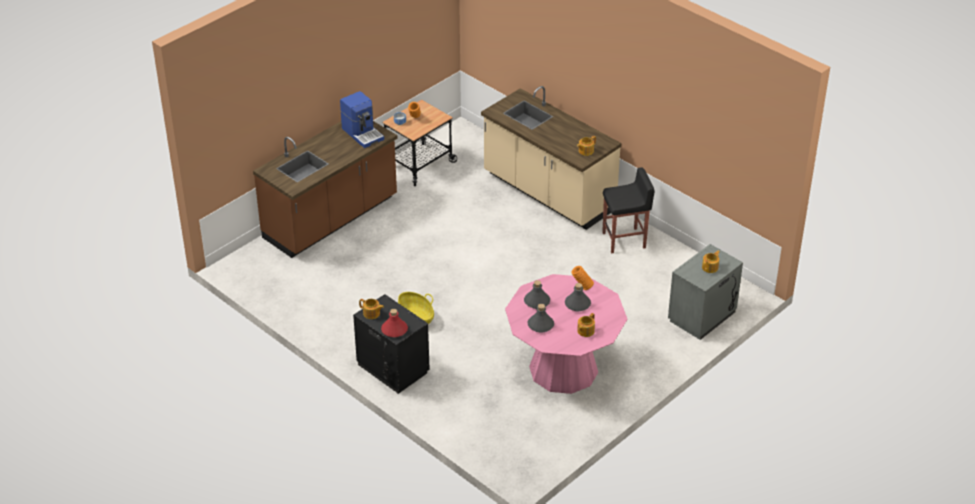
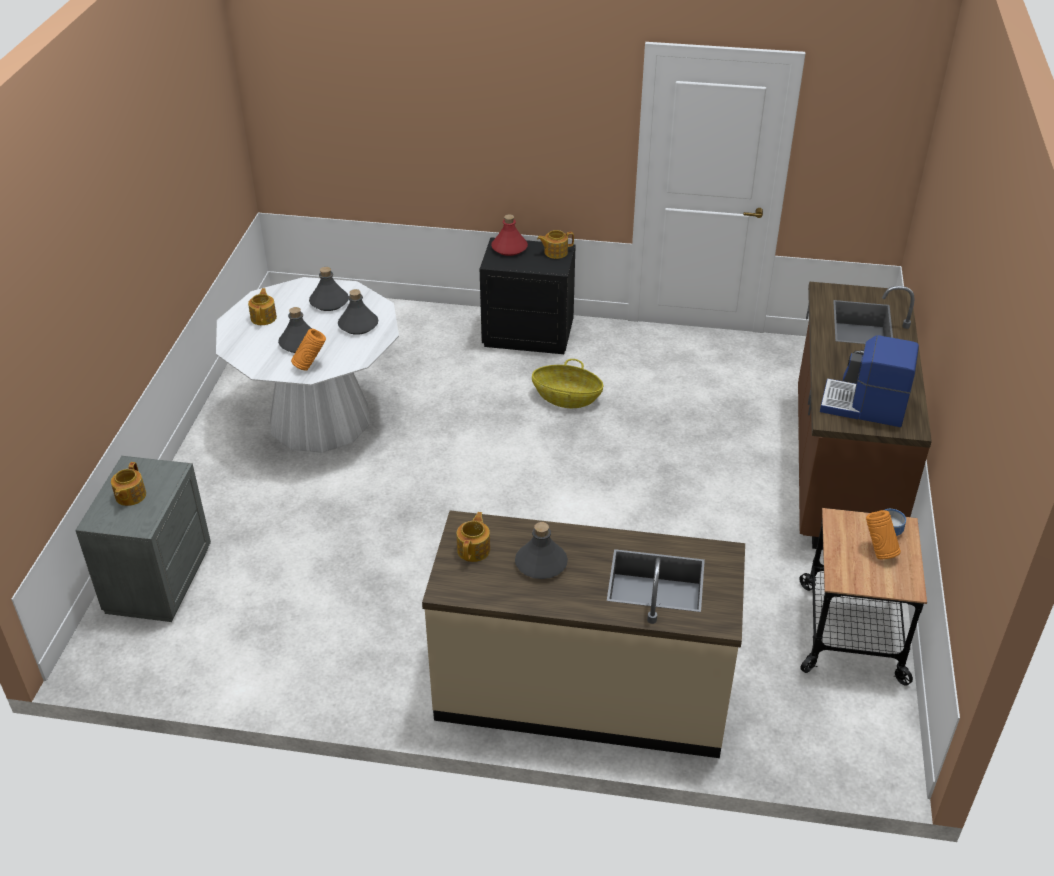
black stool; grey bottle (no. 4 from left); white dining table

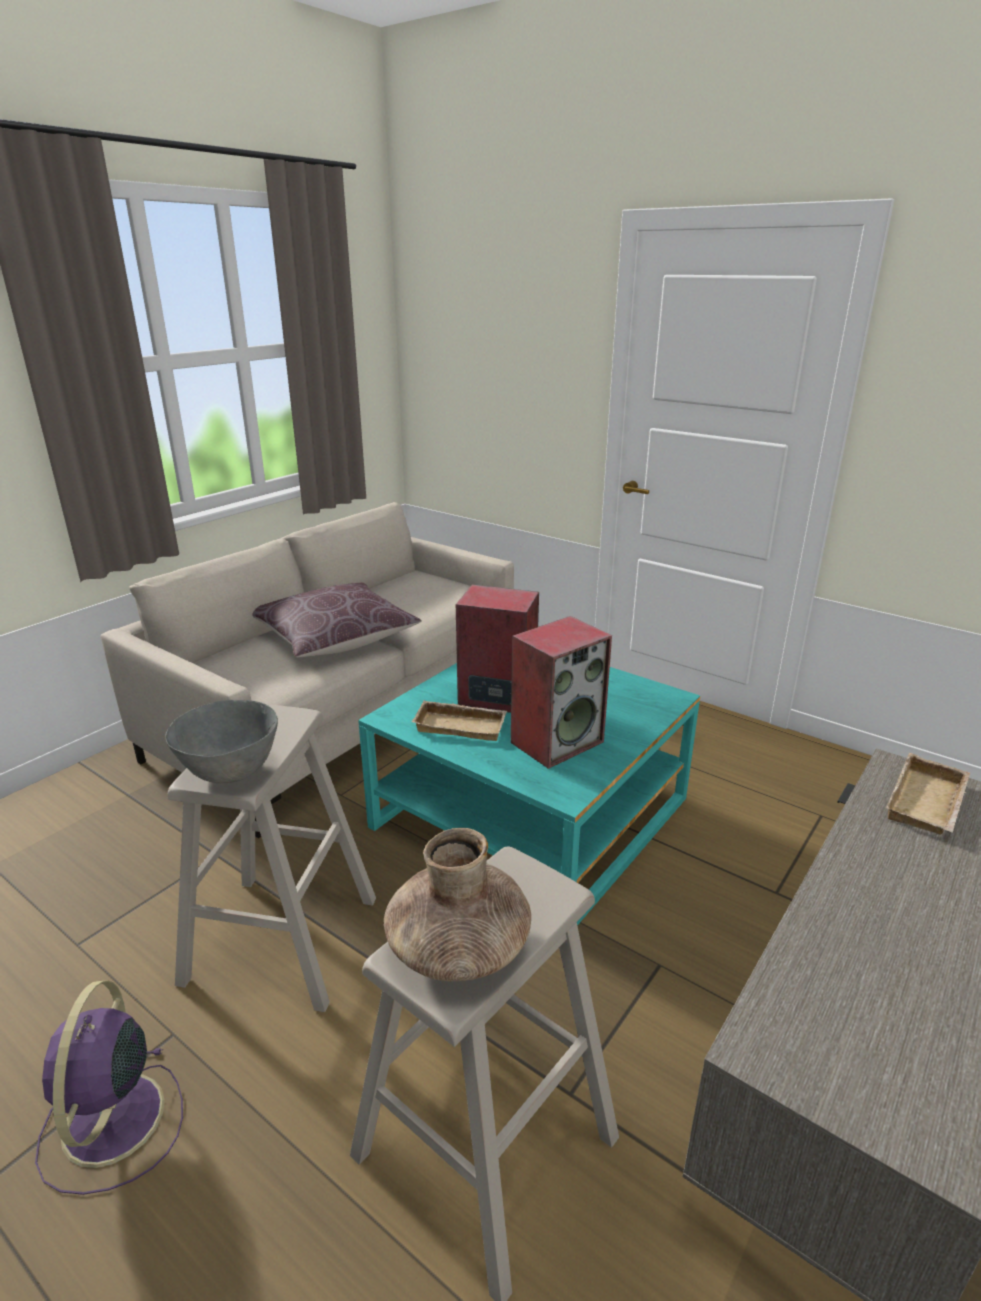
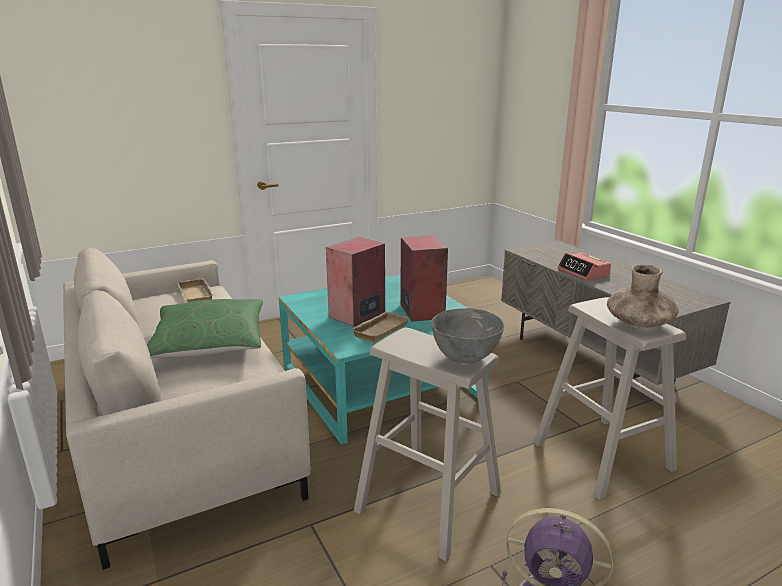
alarm clock; beige tray (no. 1 from left); green pillow

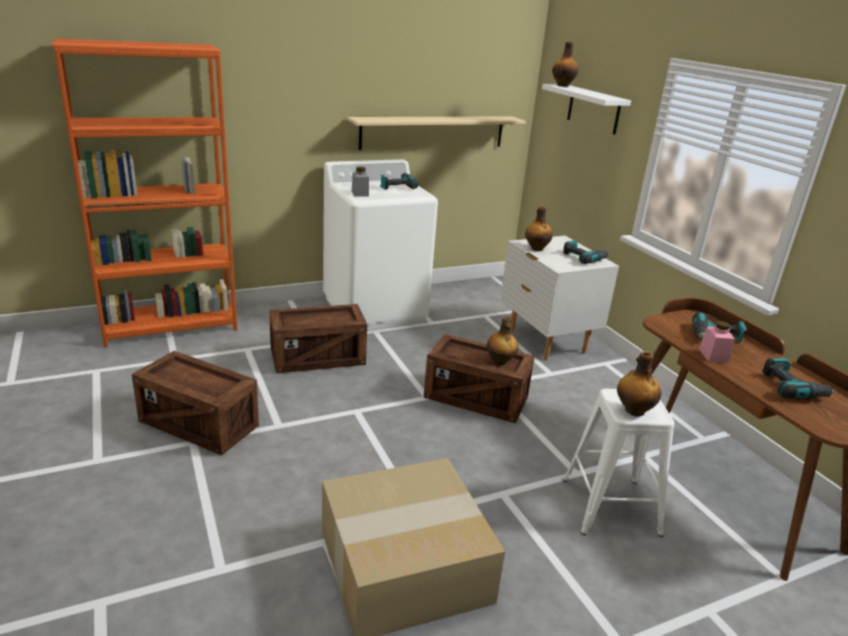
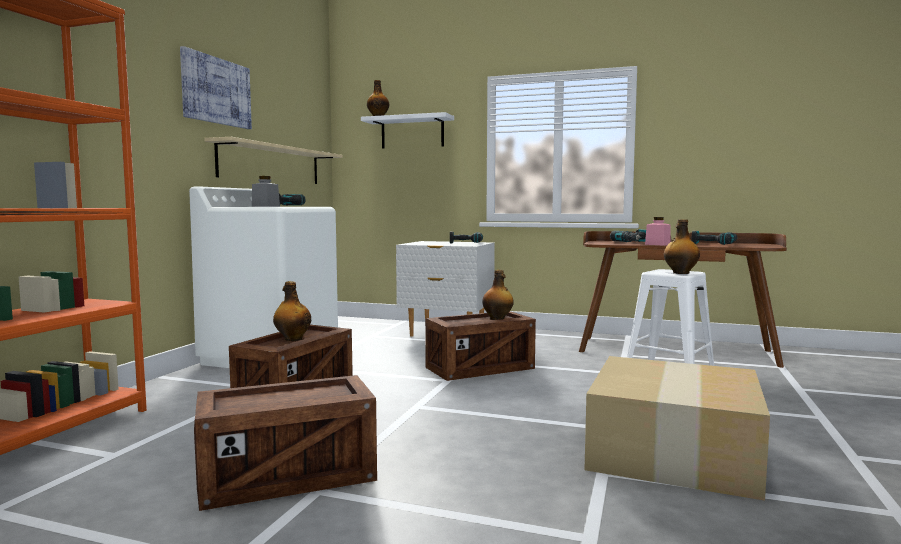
picture; bottle (no. 1 from left)

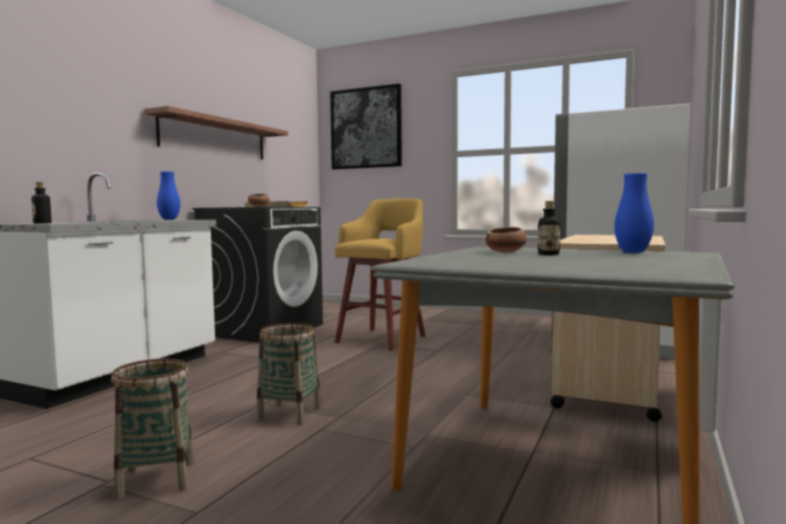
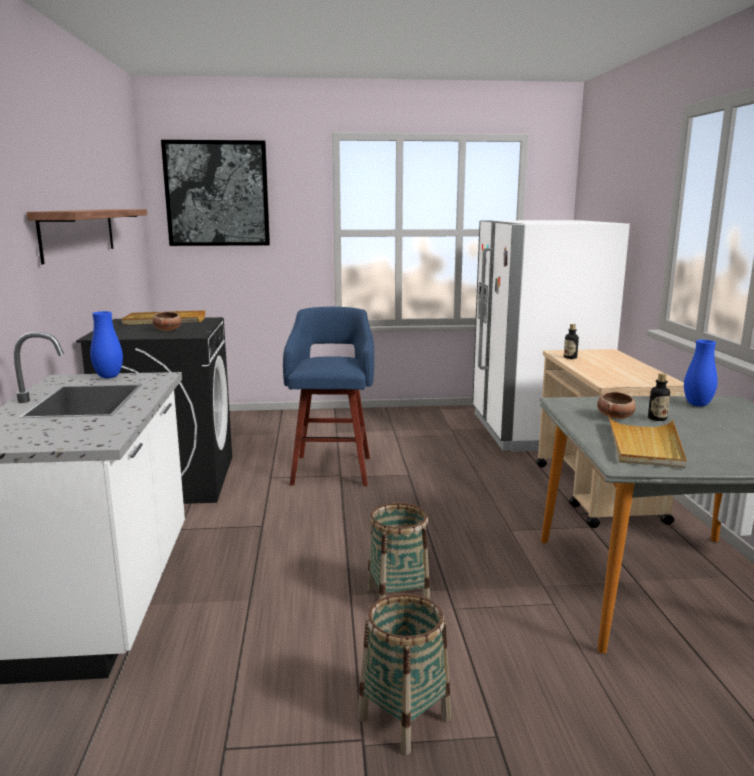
beige tray (no. 2 from left); bottle (no. 1 from left); blue stool

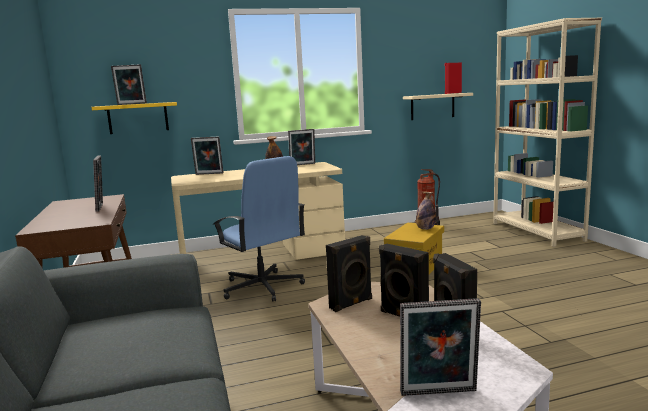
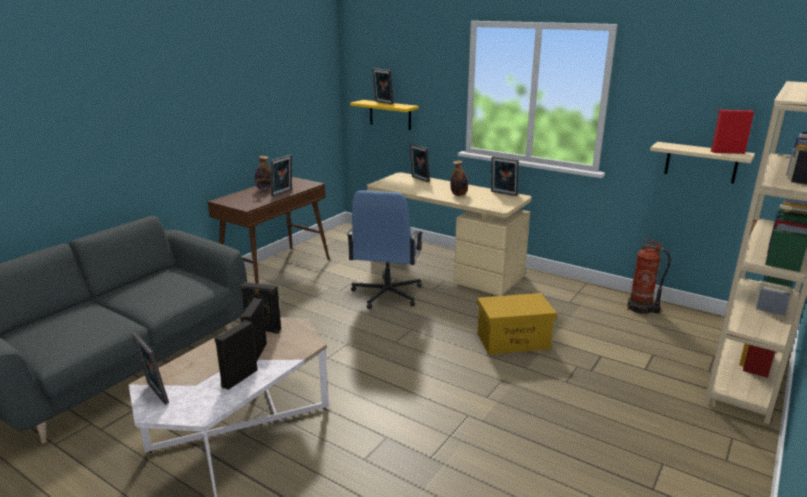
bottle (no. 1 from left)

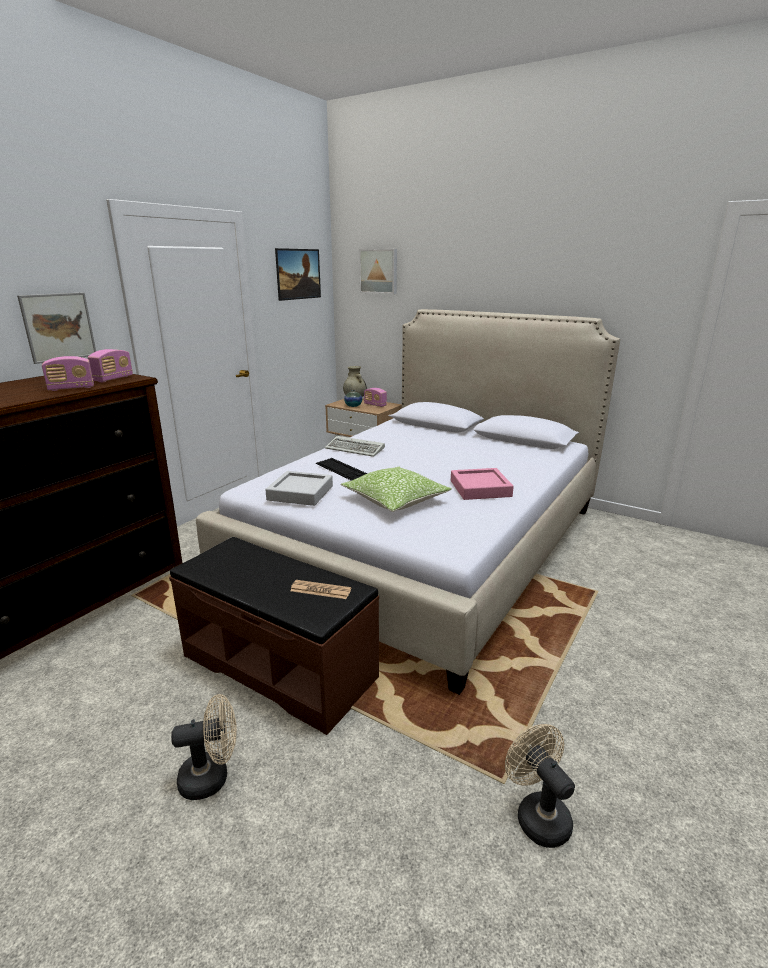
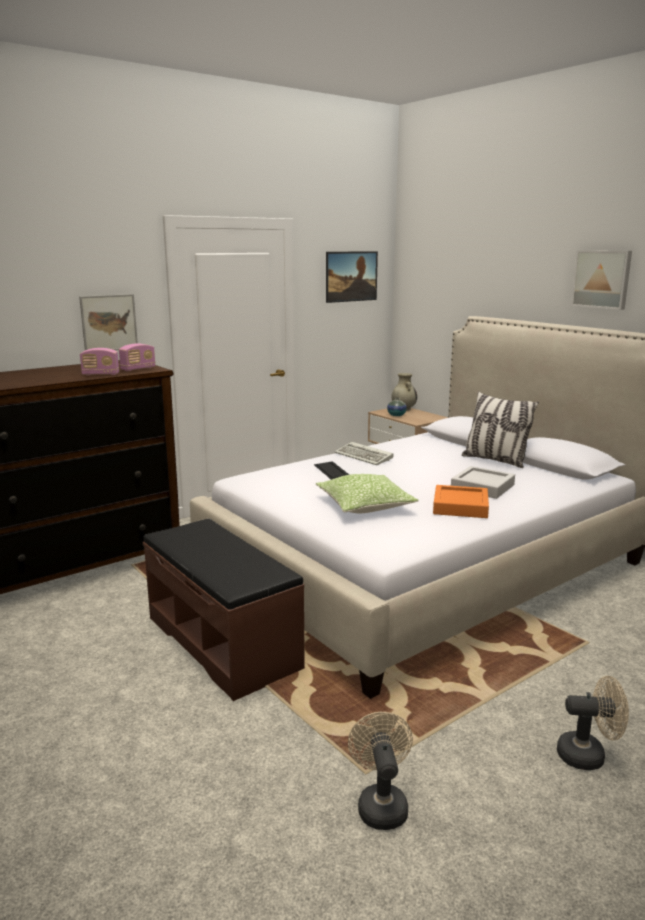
newspaper; radio (no. 3 from left in the first image); pillow (no. 2 from left); beige fan (no. 2 from left); grey tray; picture (no. 3 from left); orange tray

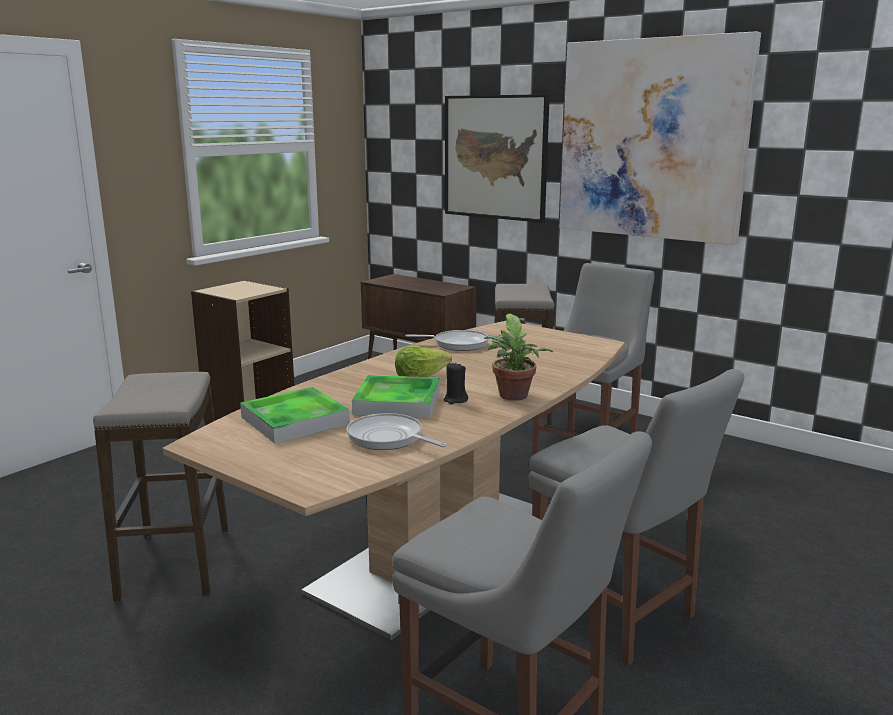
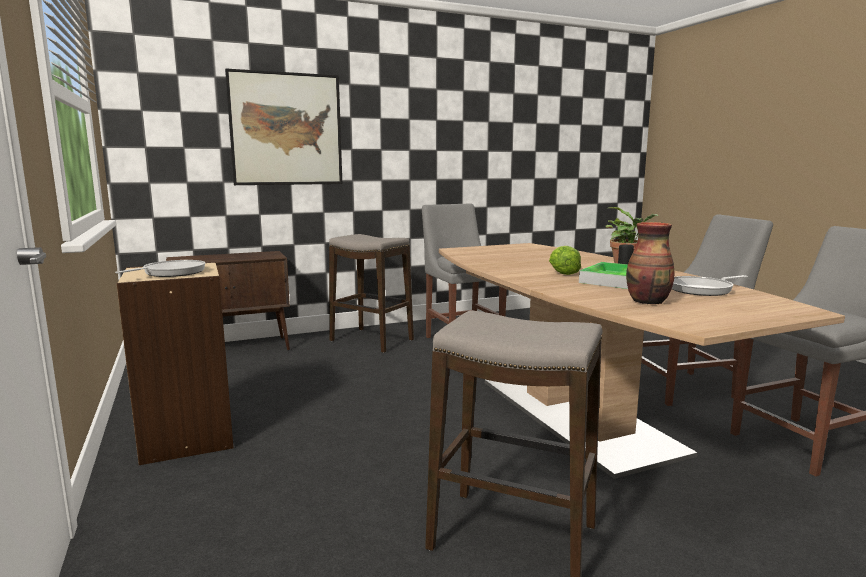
picture (no. 2 from left in the first image); frying pan (no. 1 from left); vase

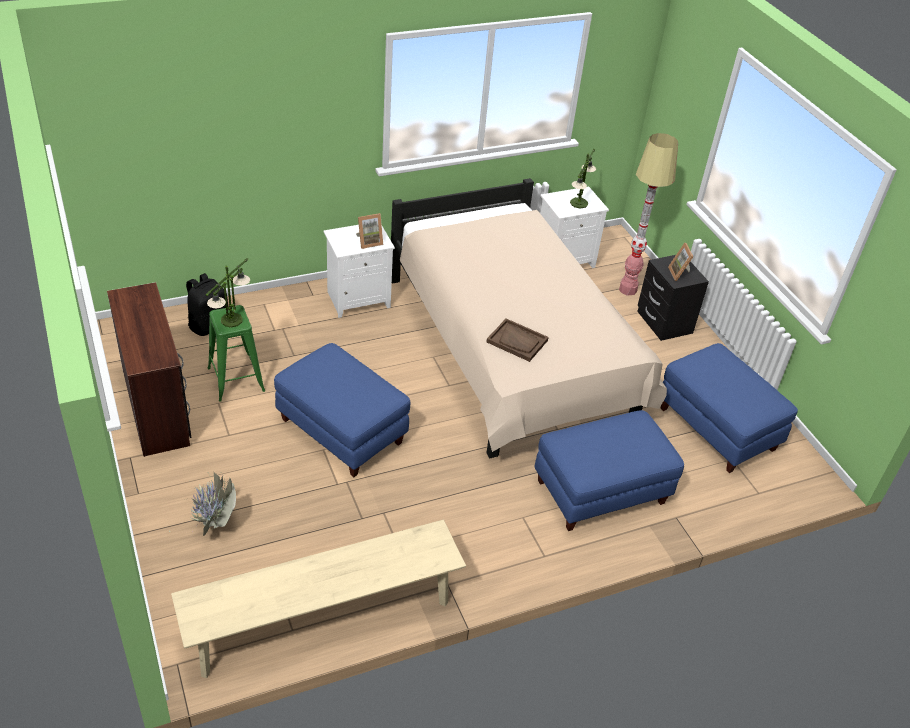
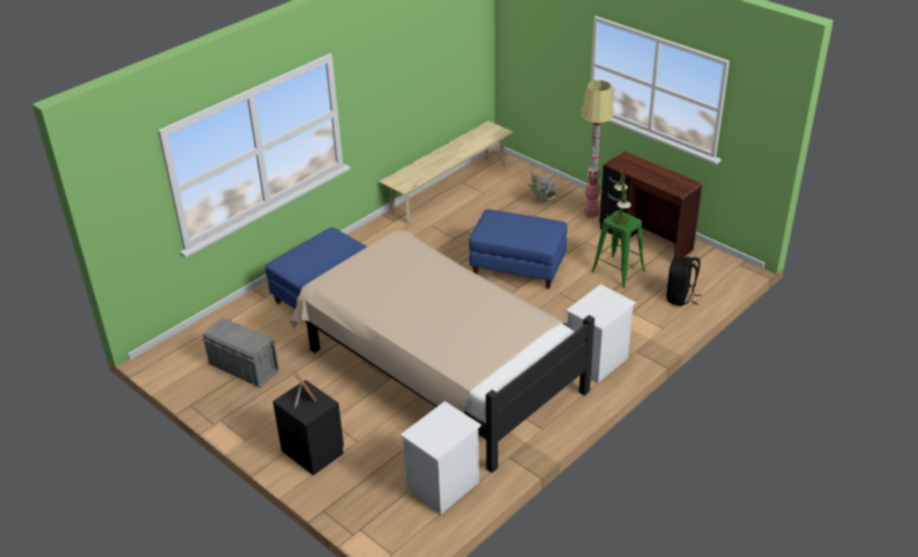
picture frame (no. 1 from left in the first image); brown tray; table lamp (no. 2 from left in the first image); floor lamp; grey storage box

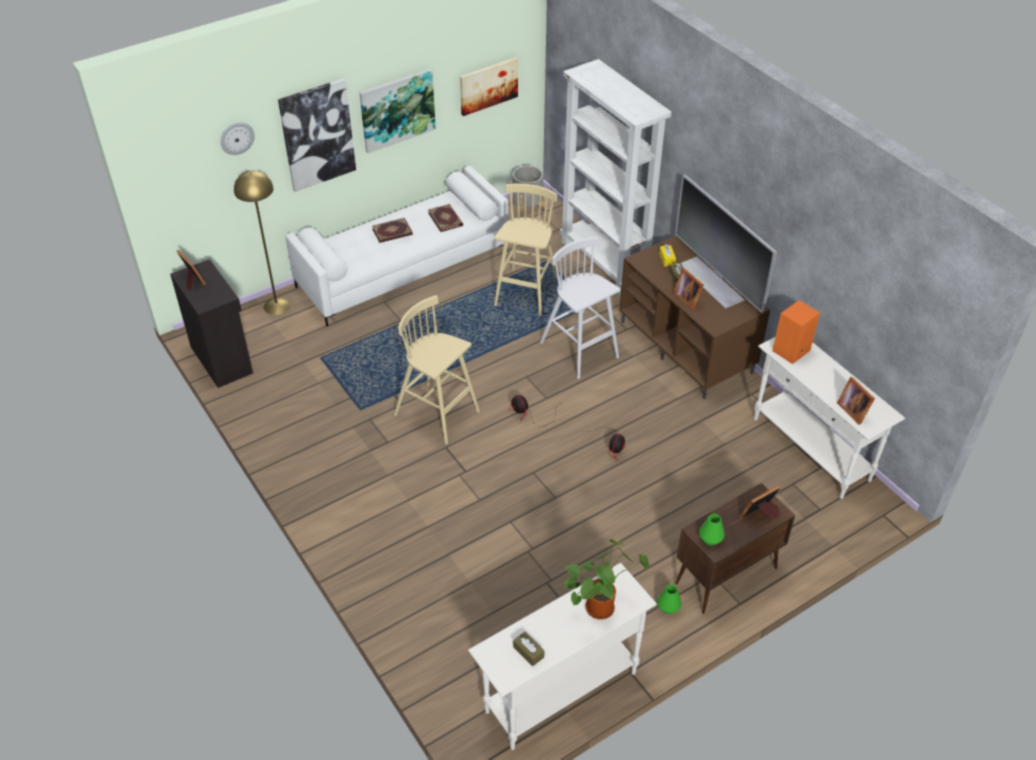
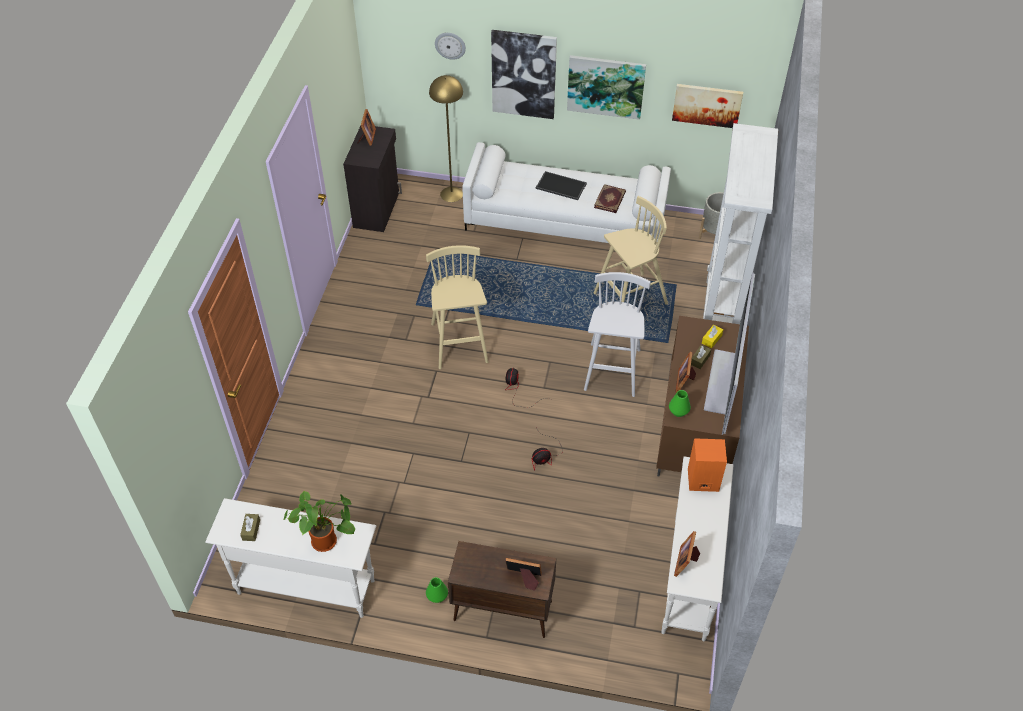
green vase (no. 2 from left); tray

